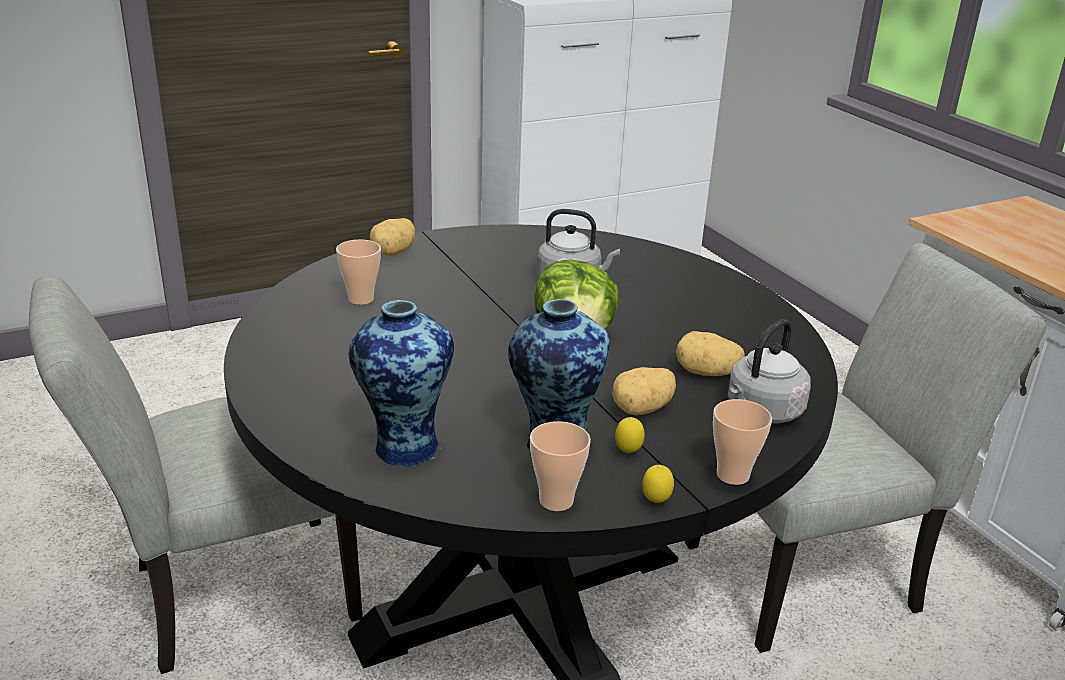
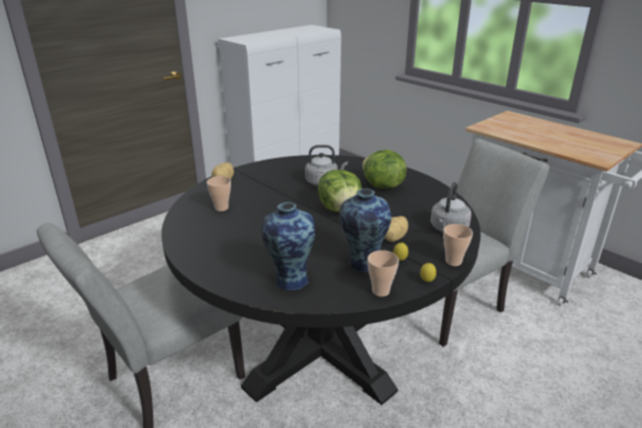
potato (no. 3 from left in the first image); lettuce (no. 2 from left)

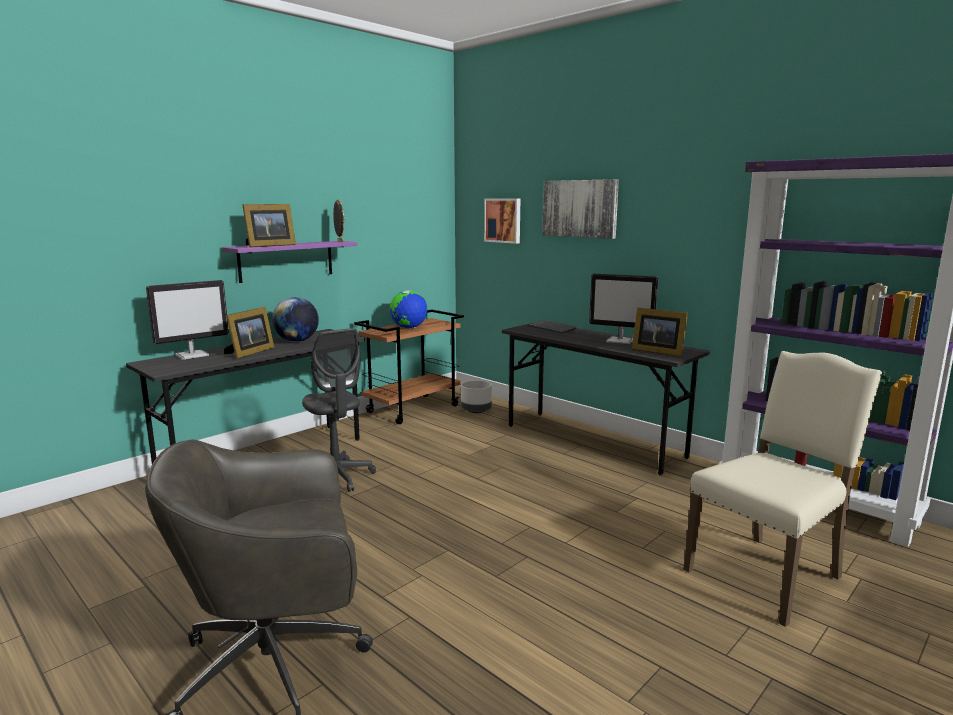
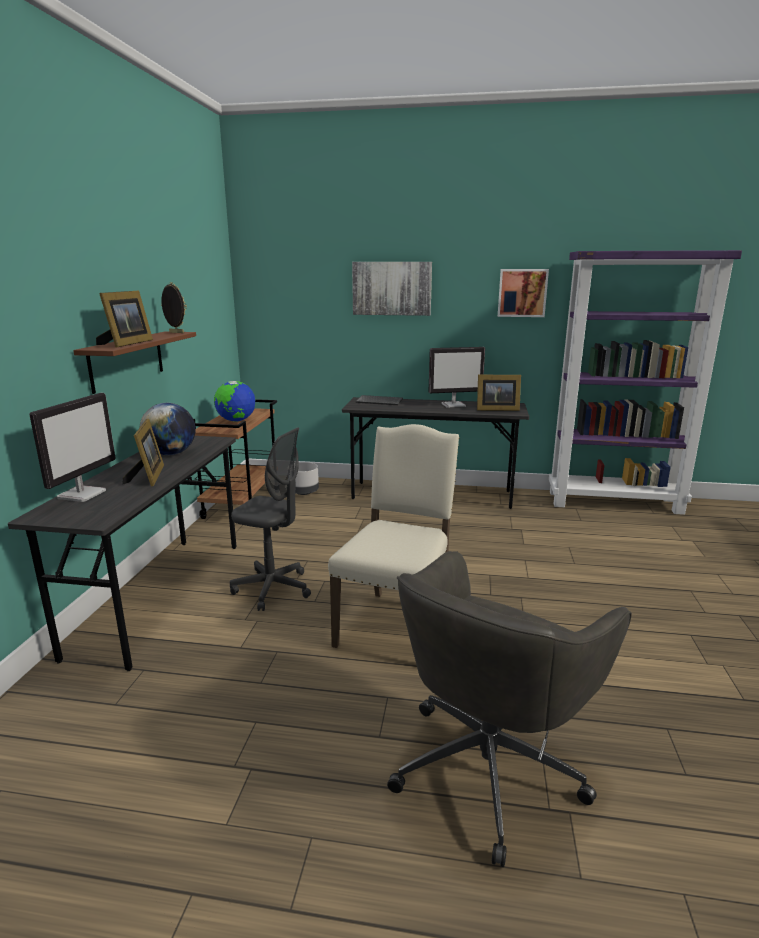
picture (no. 2 from left); beige chair; brown shelf

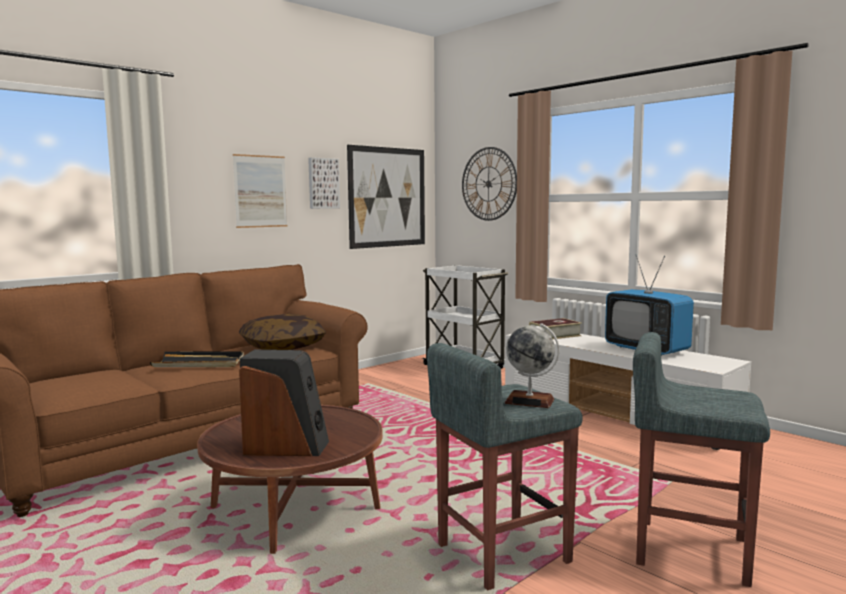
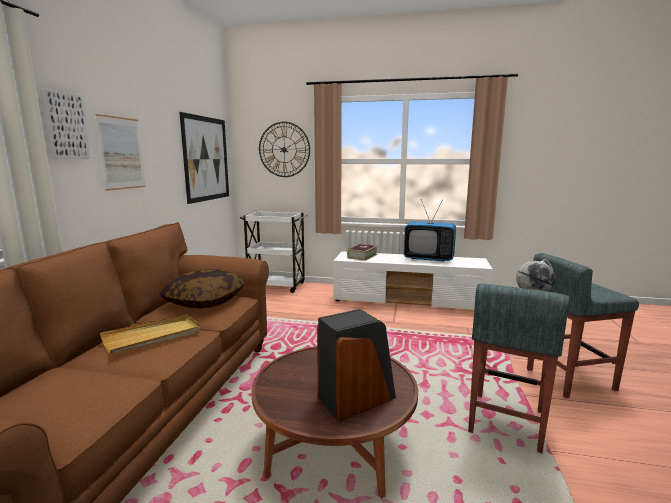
picture (no. 1 from left); beige tray

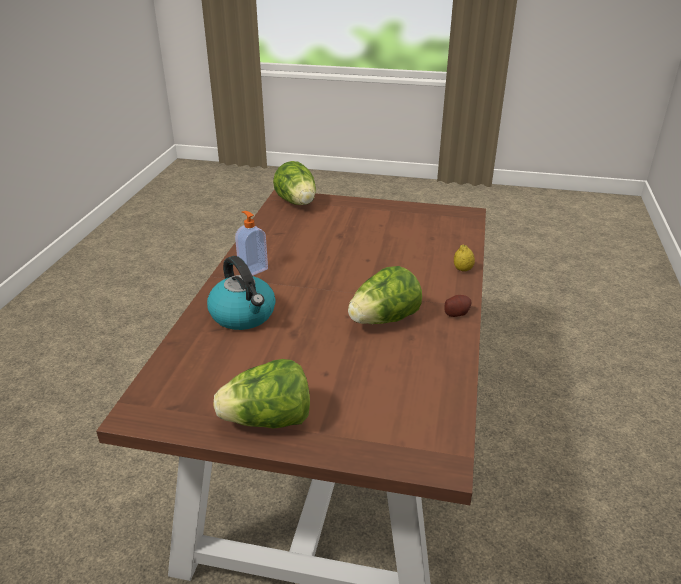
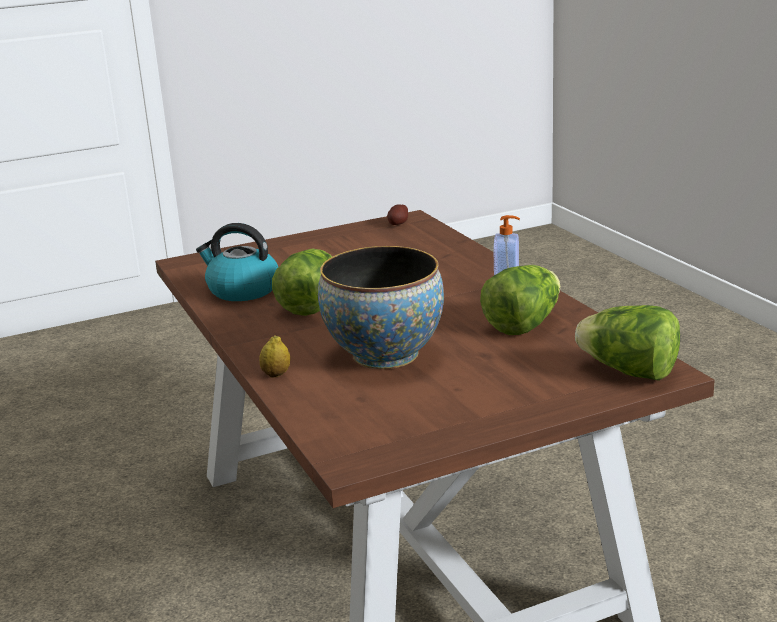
bowl; kettle; lettuce (no. 2 from left); potato

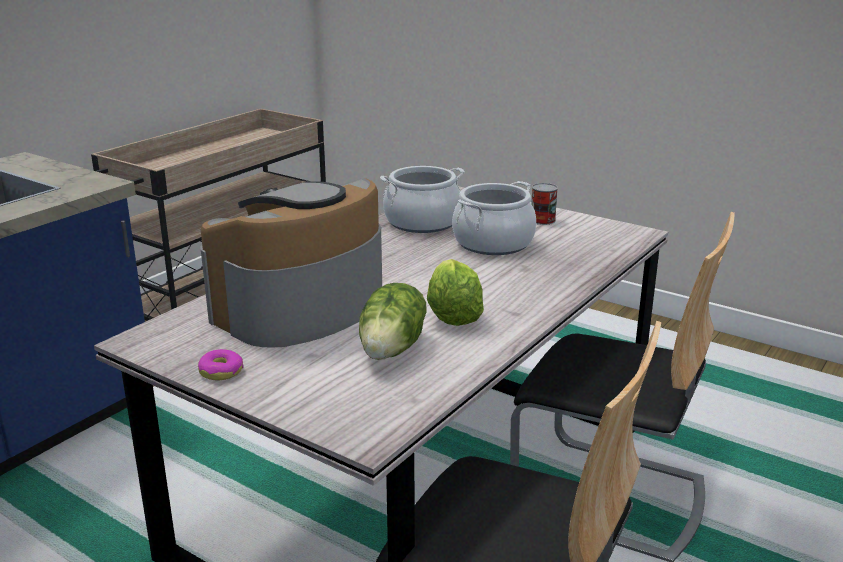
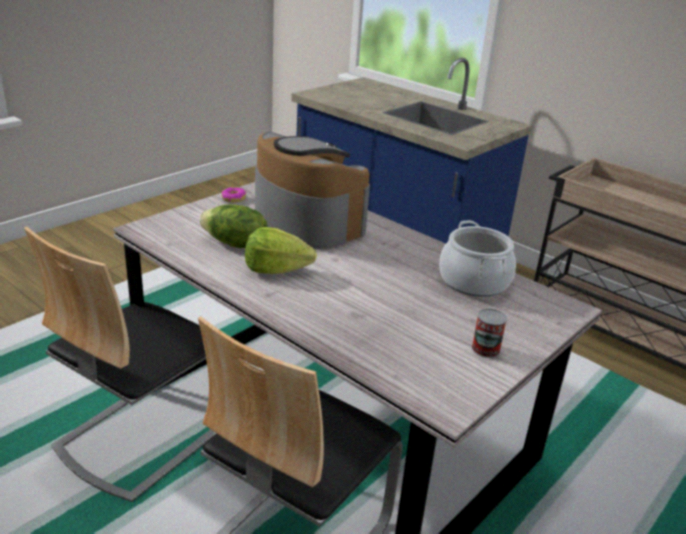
cooking pot (no. 2 from left in the first image)

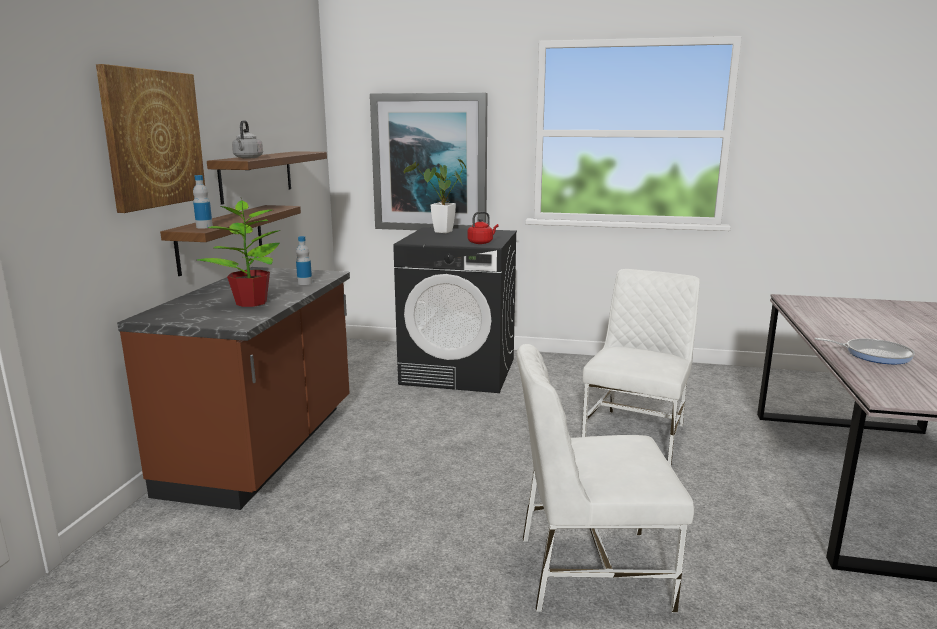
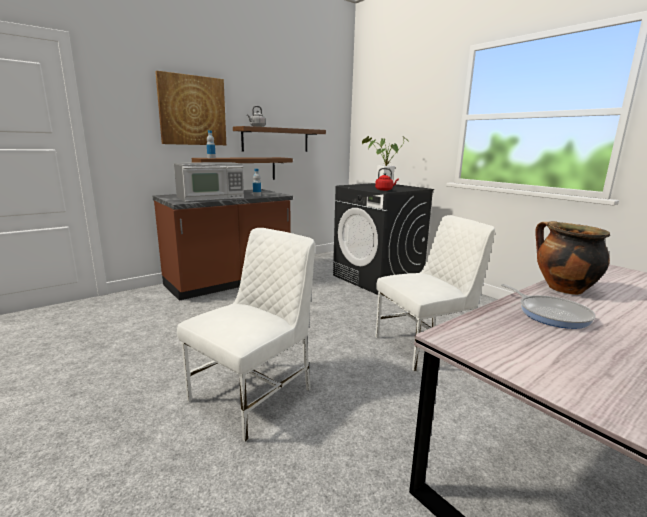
picture (no. 2 from left in the first image); cooking pot; microwave; white chair (no. 1 from left)

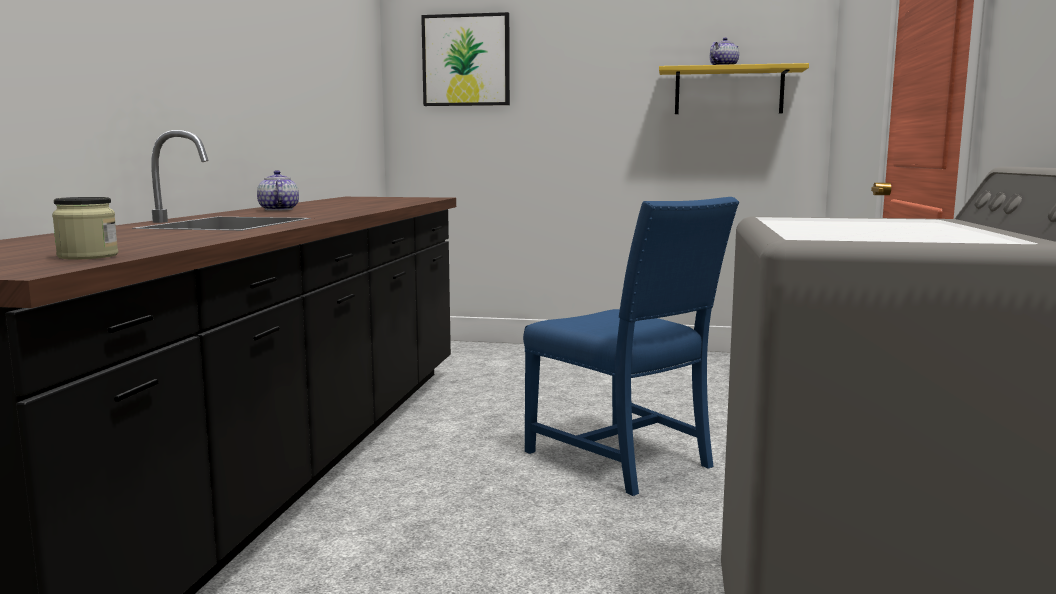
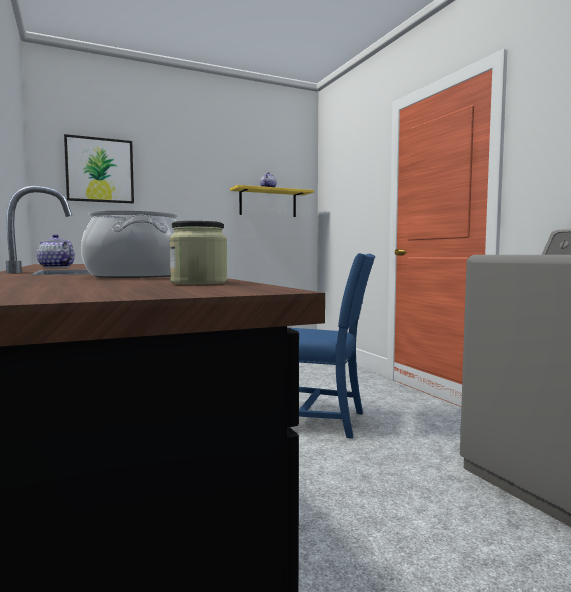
cooking pot

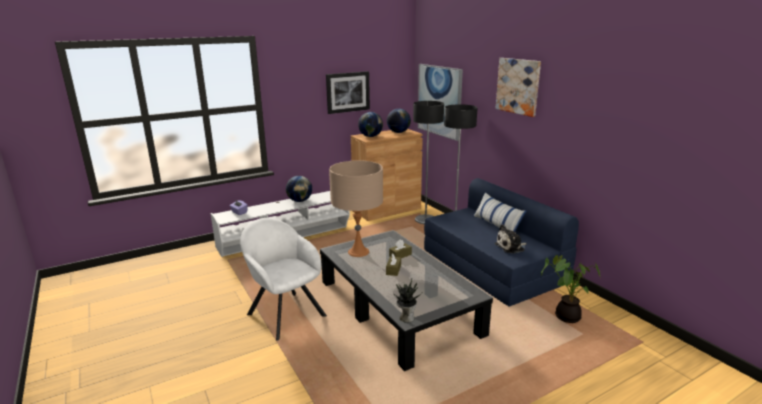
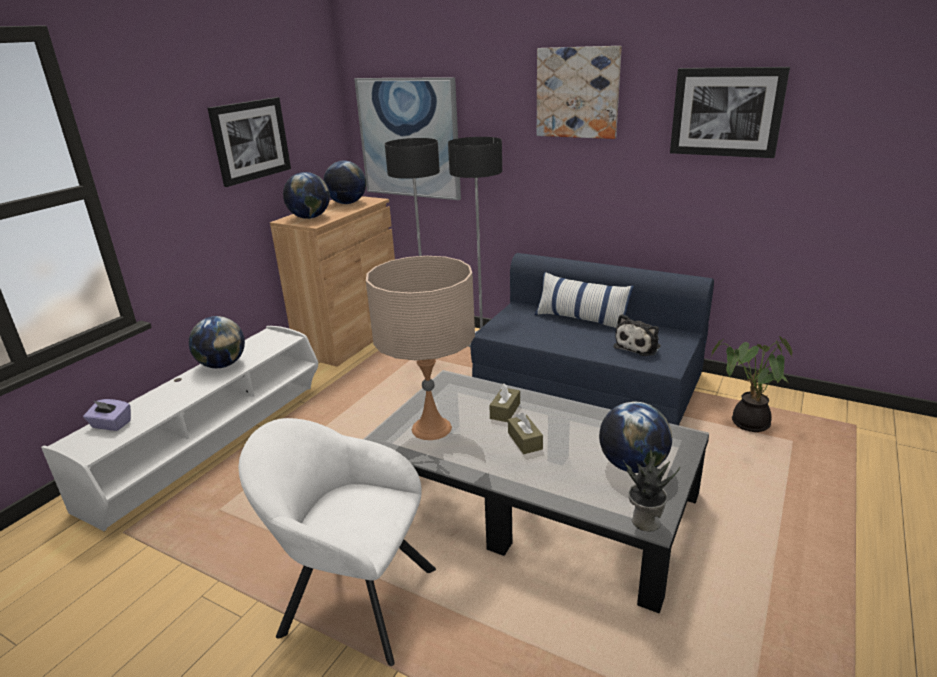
globe (no. 4 from left); picture (no. 4 from left)

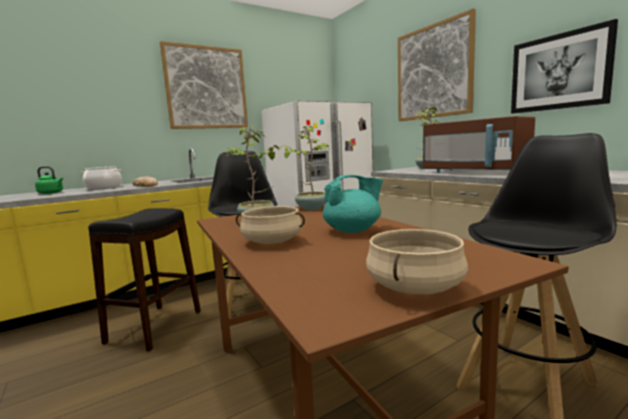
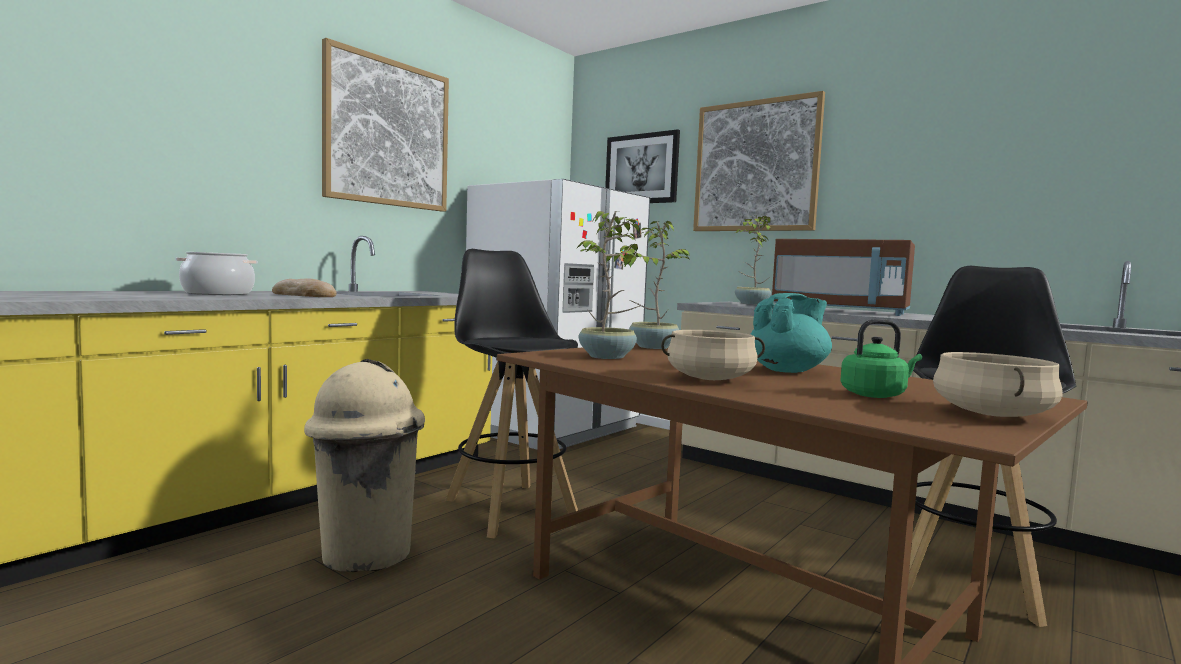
green kettle; picture (no. 2 from left); beige trash can

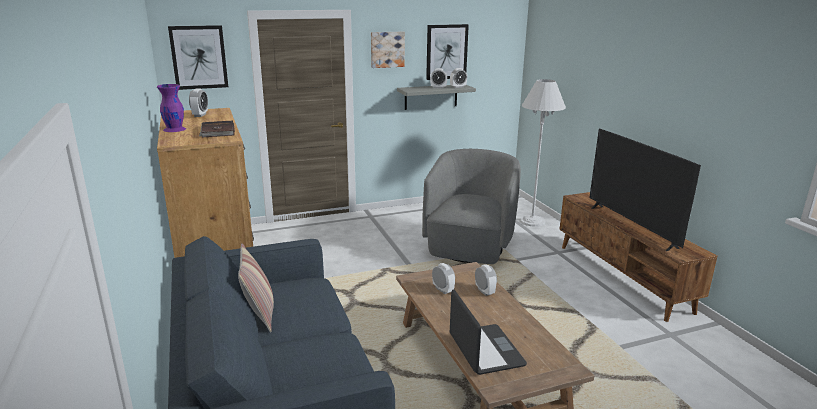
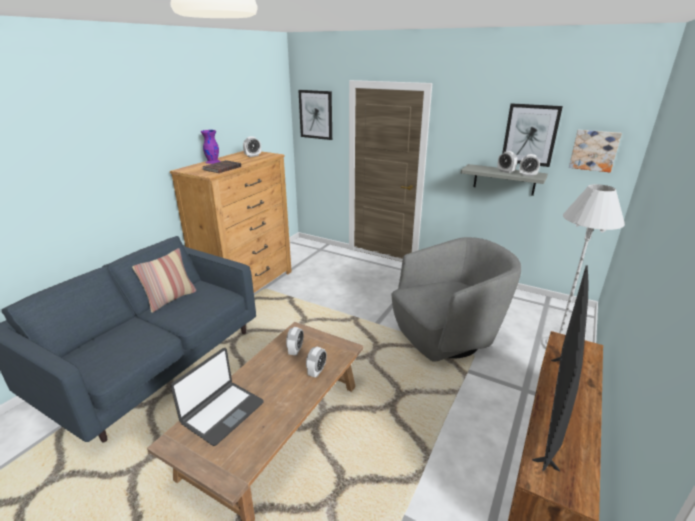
picture (no. 3 from left)

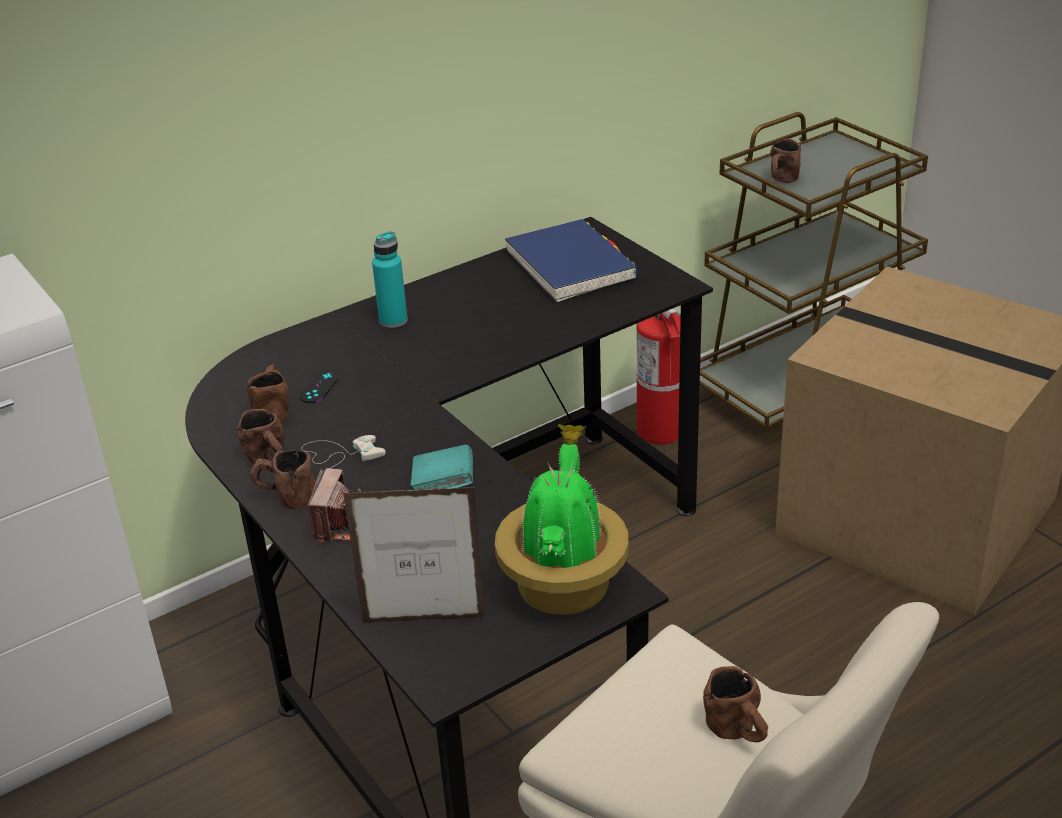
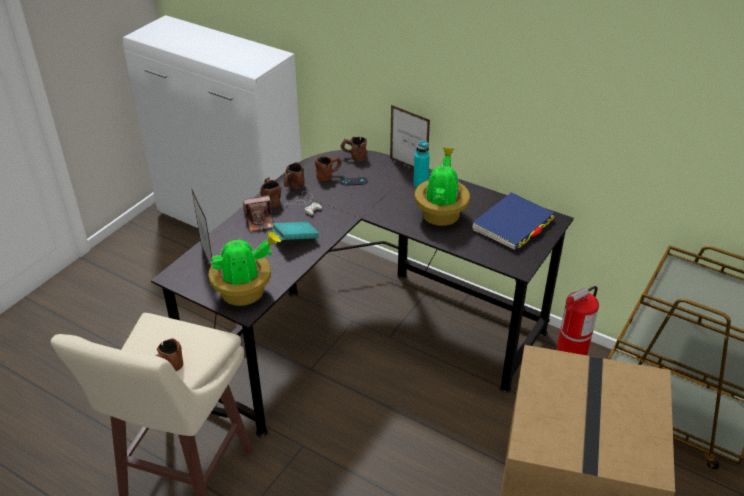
picture frame (no. 2 from left); potted plant (no. 2 from left); brown mug (no. 5 from left)

